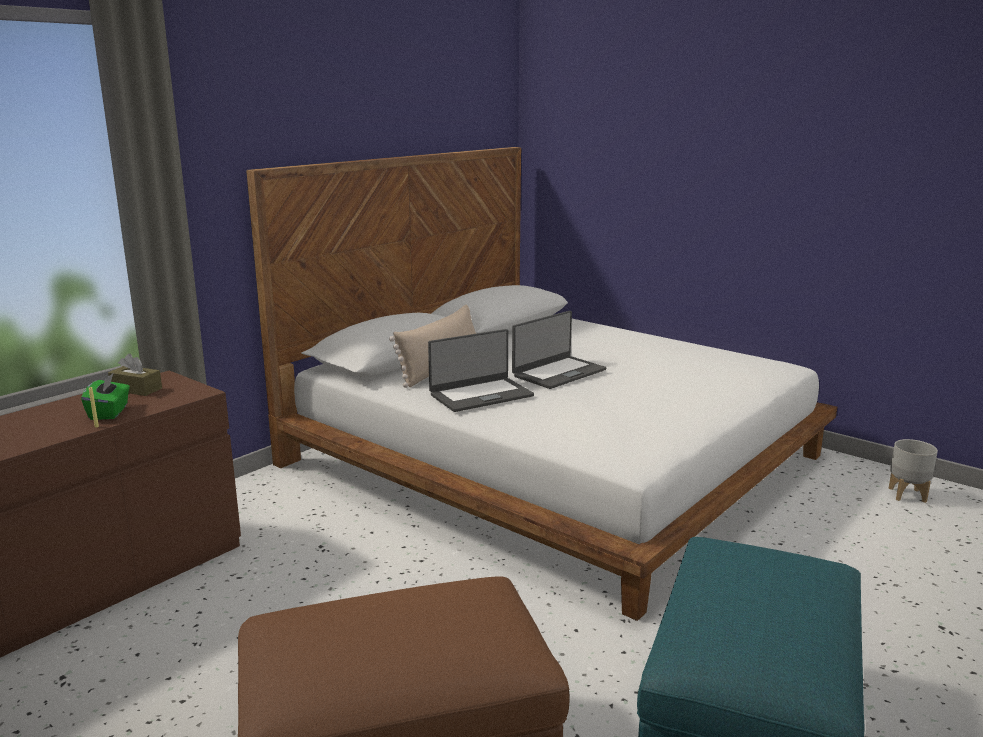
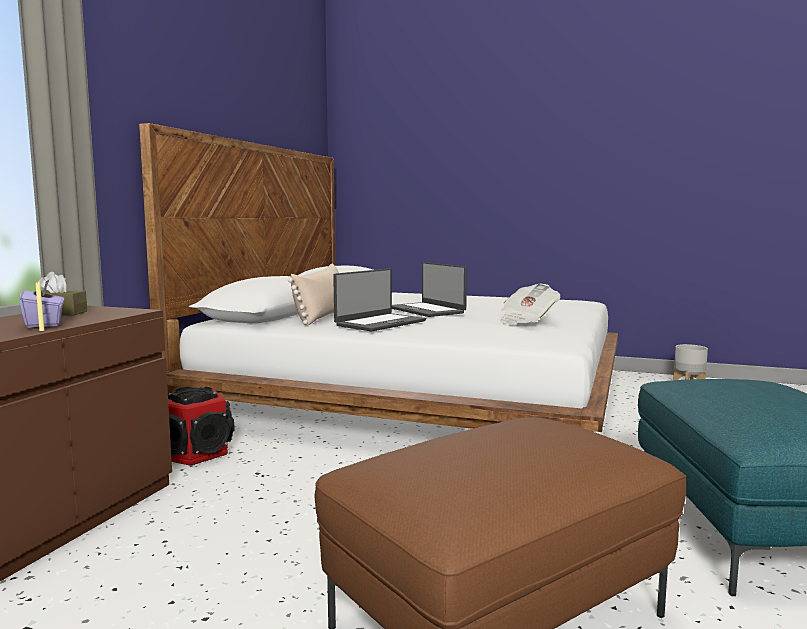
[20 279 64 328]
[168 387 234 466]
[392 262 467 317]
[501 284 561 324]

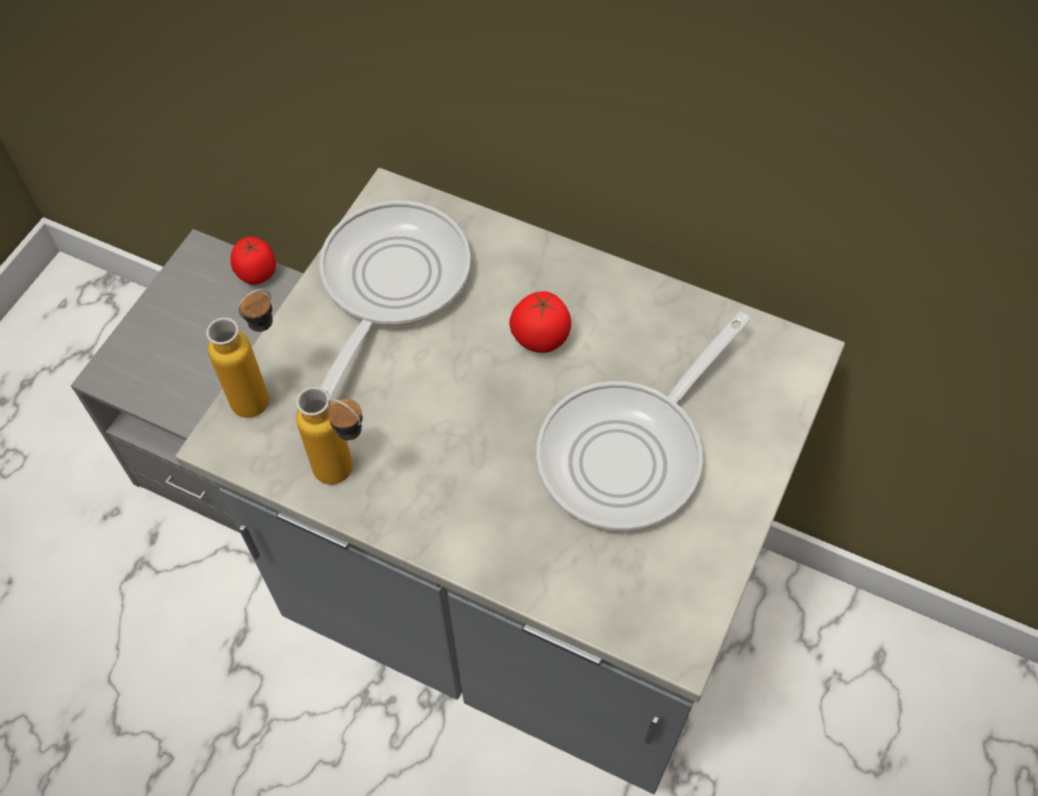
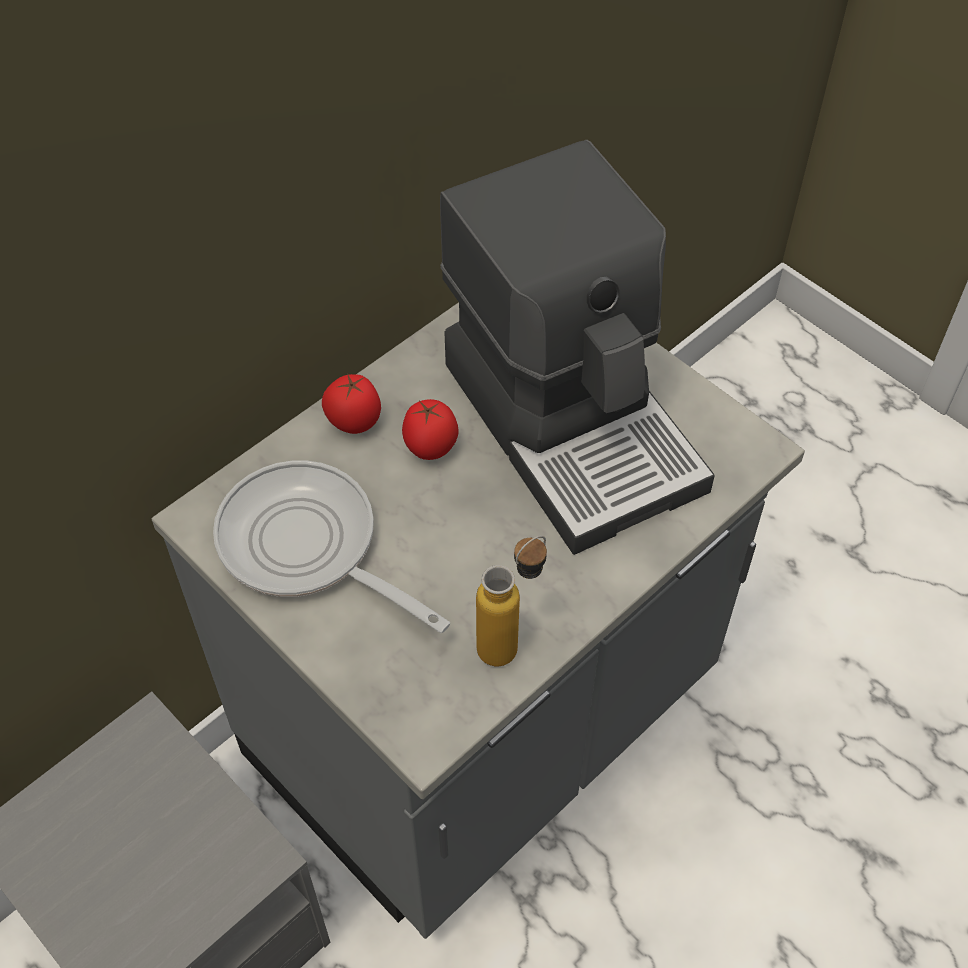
[322 373 381 434]
[440 140 715 555]
[206 289 273 418] (first image)

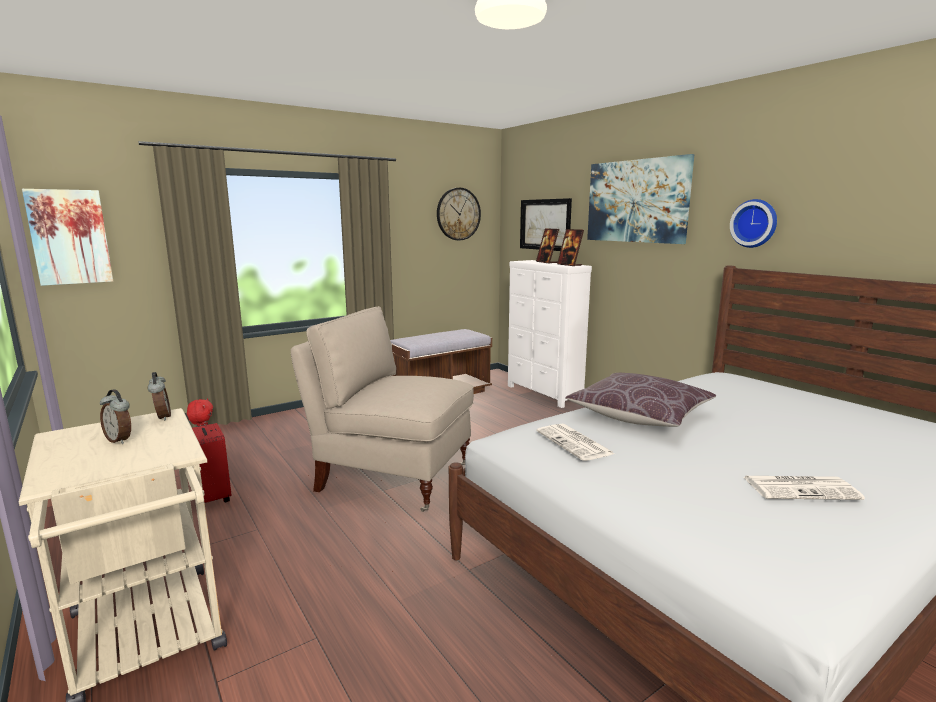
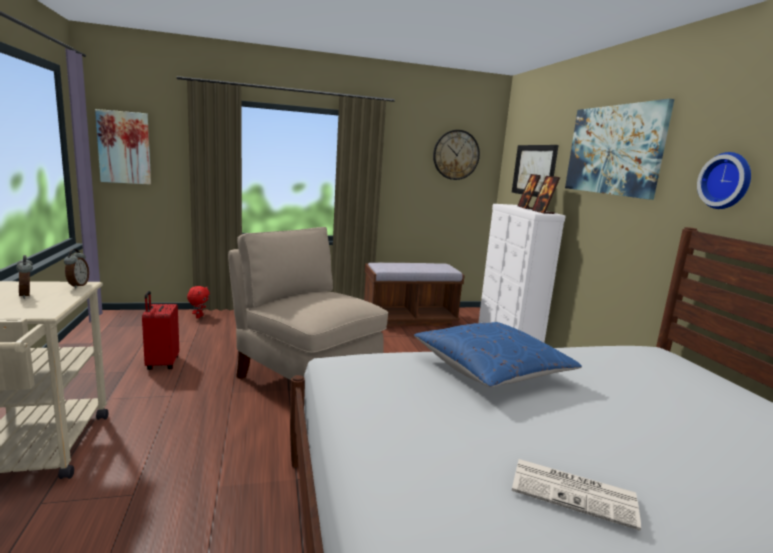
[414 322 582 387]
[537 424 614 461] (first image)

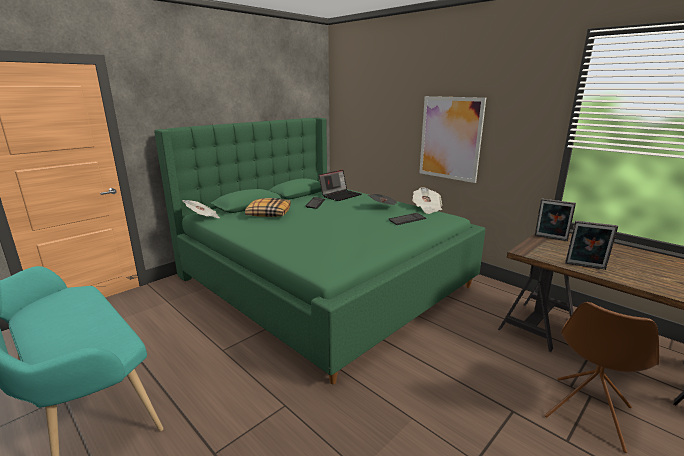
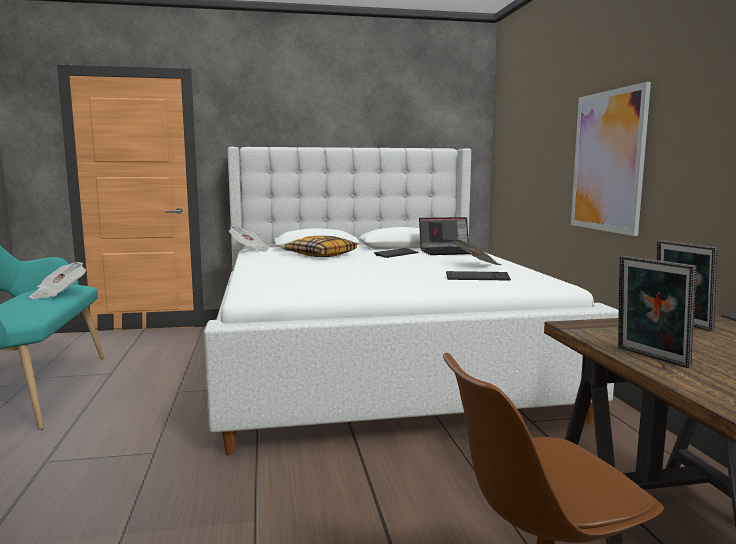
[29 262 86 299]
[204 147 619 455]

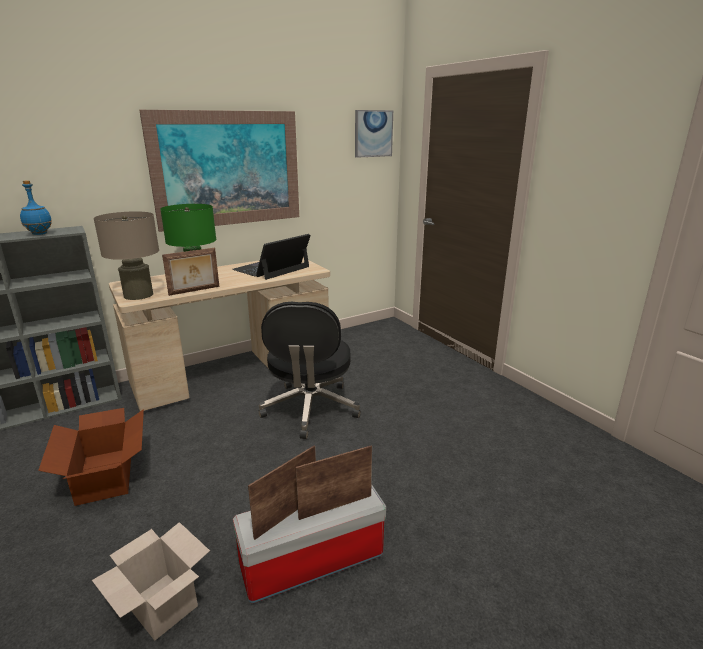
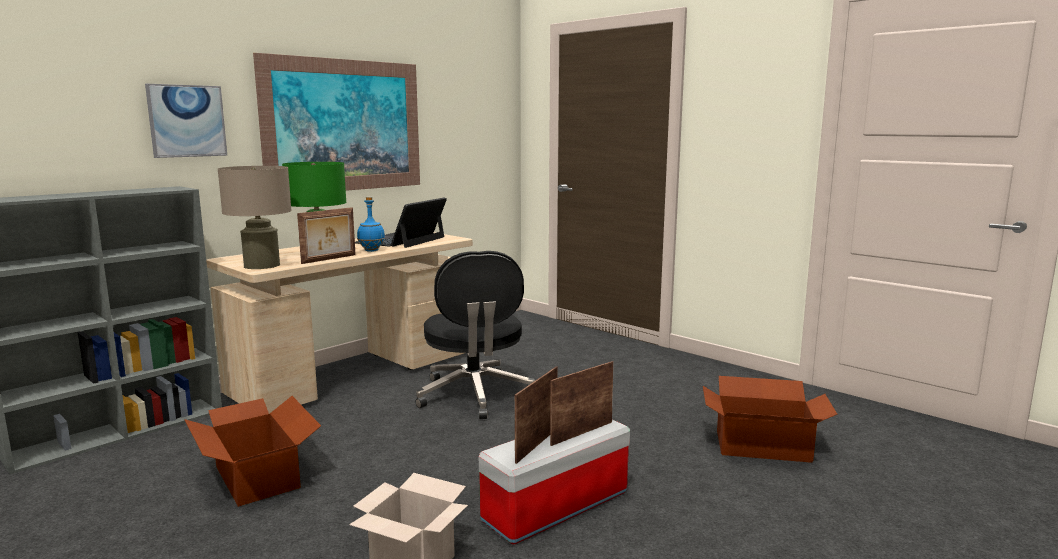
[145 84 227 158]
[357 197 385 252]
[703 376 837 463]

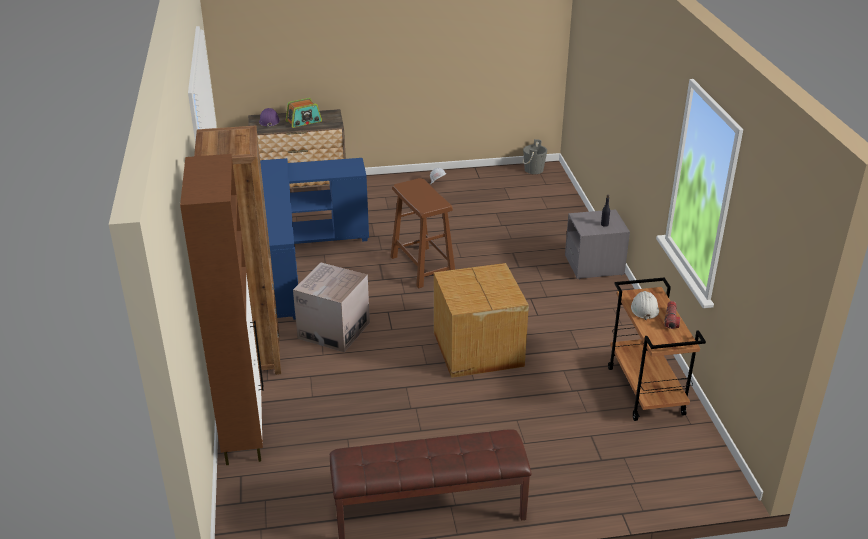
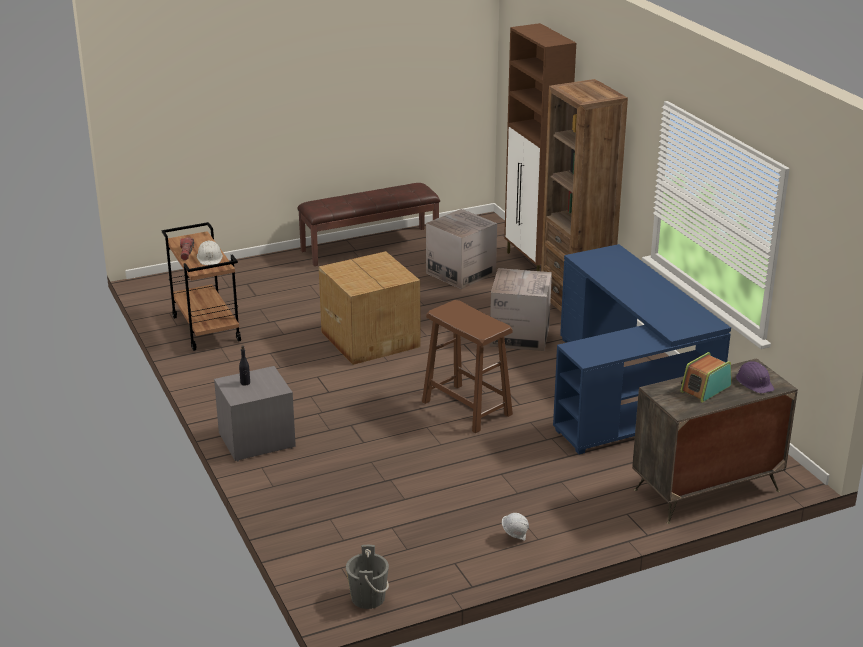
[426 209 497 289]

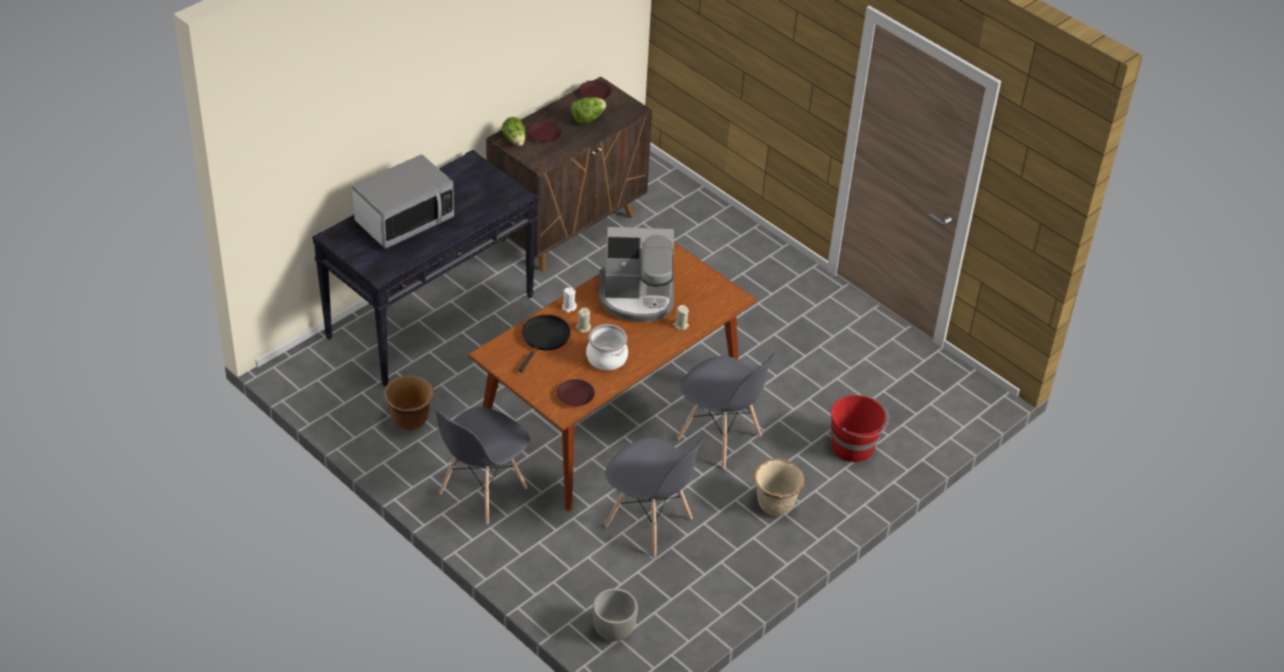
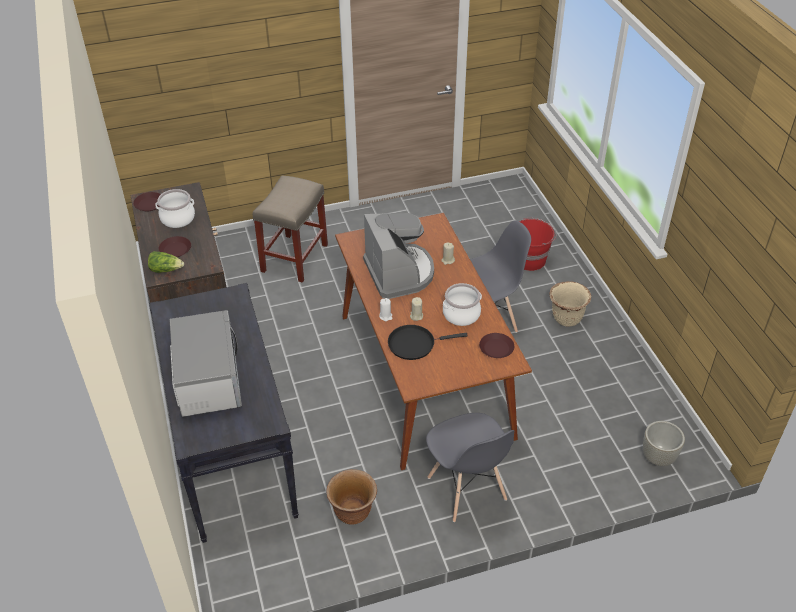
[155 189 195 228]
[253 175 328 283]
[363 213 434 299]
[388 325 468 360]
[605 437 705 557] (first image)

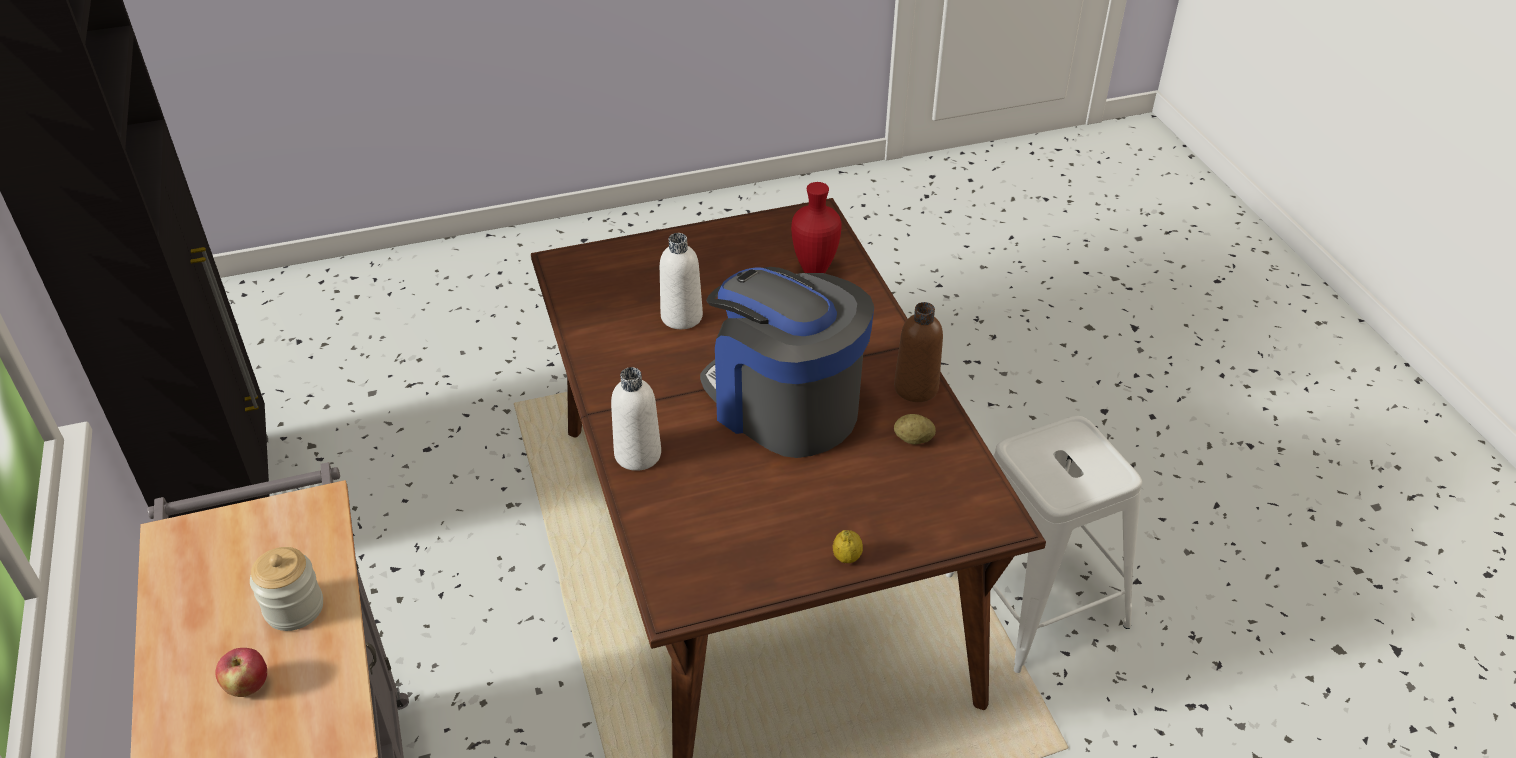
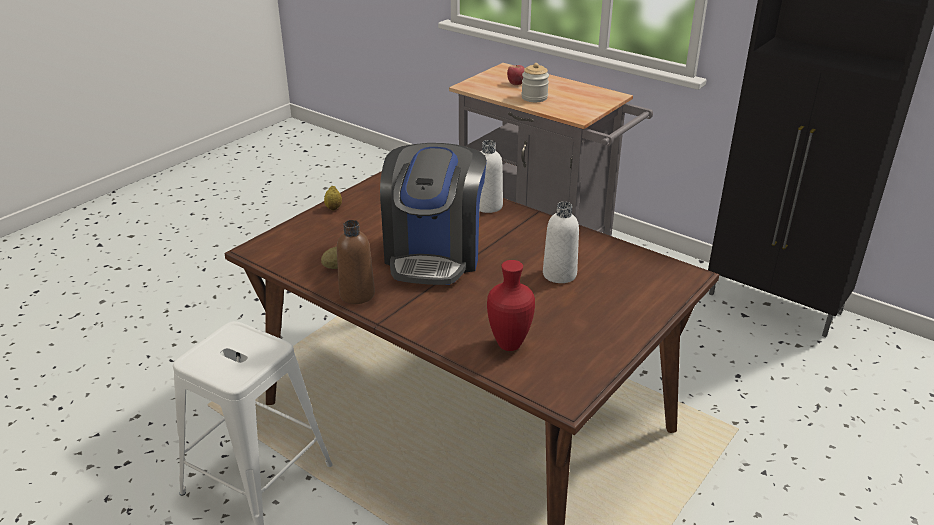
[380 143 487 285]

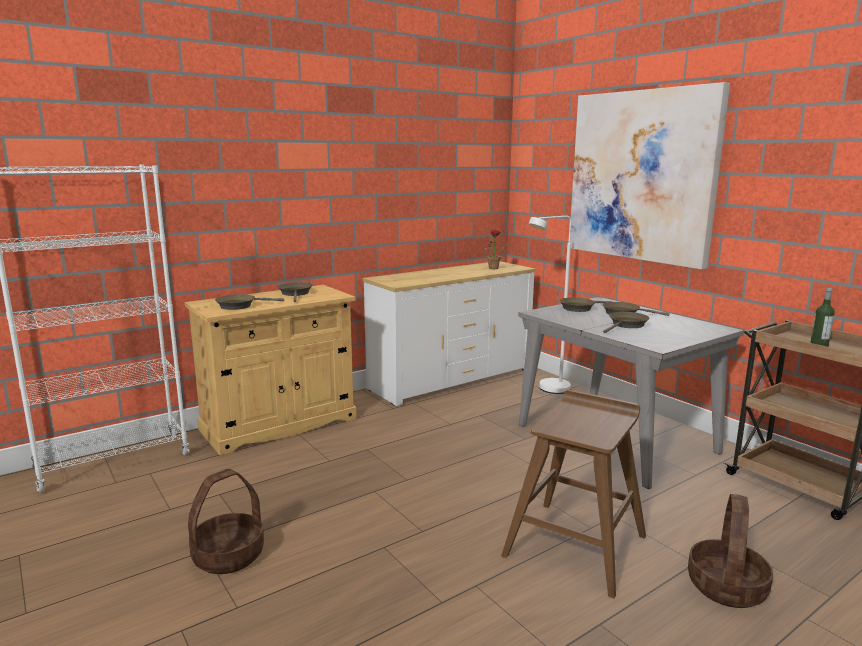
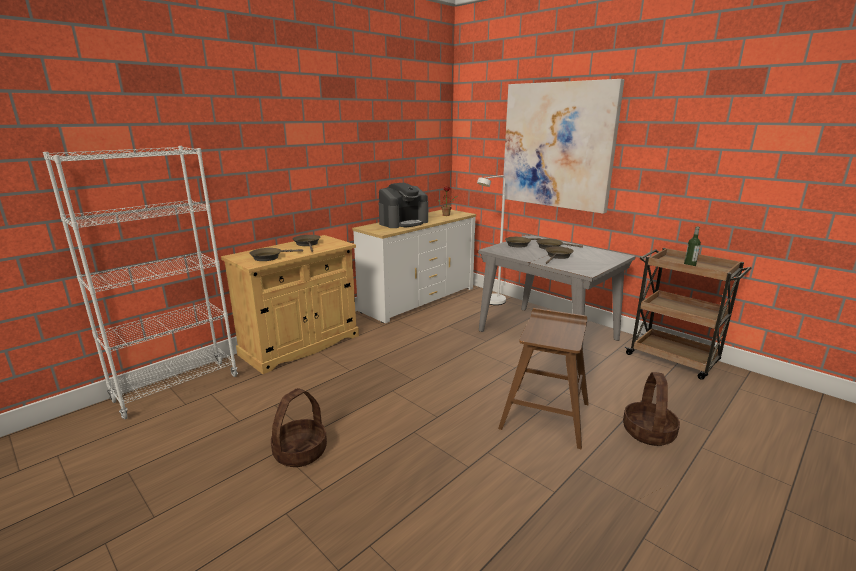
[379 183 428 228]

